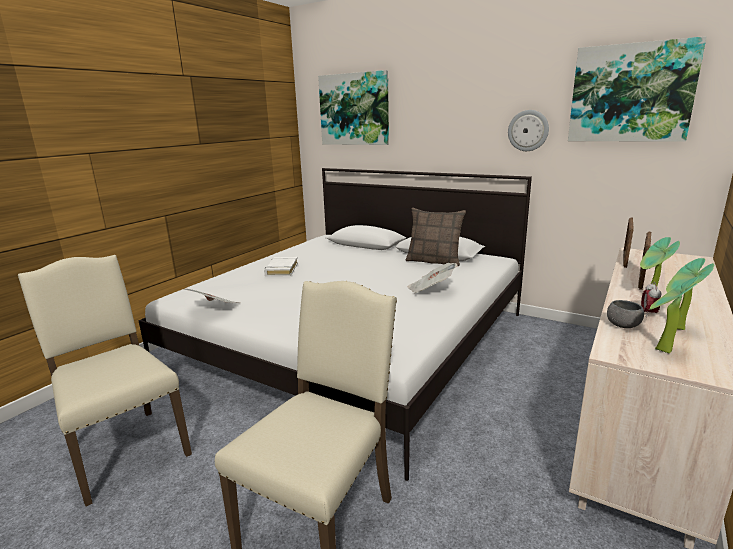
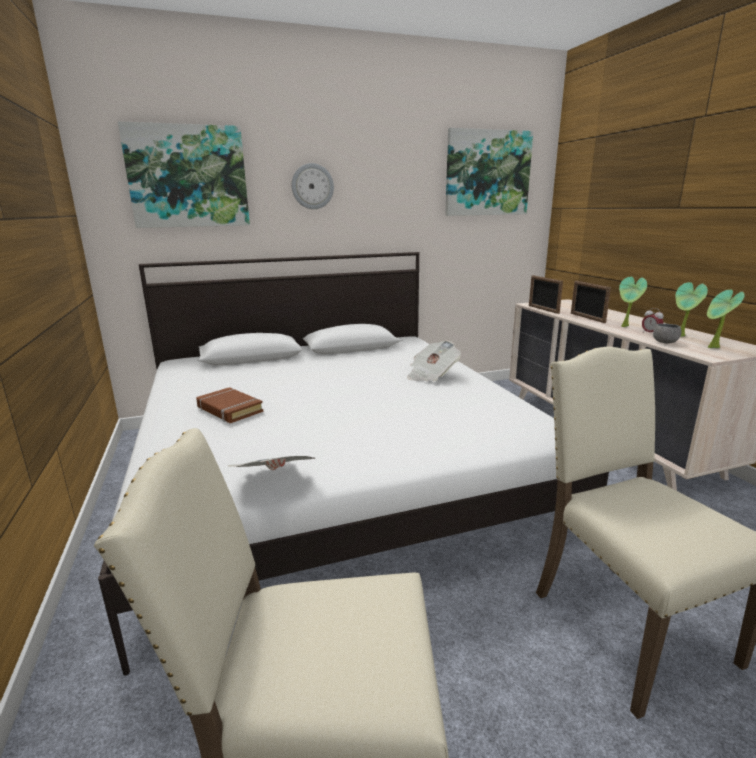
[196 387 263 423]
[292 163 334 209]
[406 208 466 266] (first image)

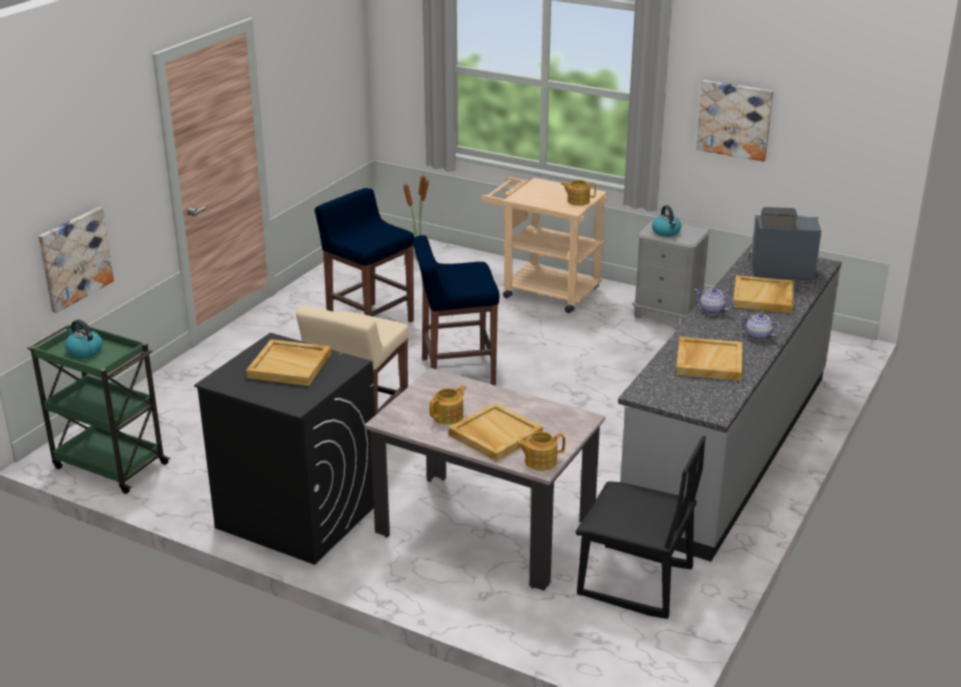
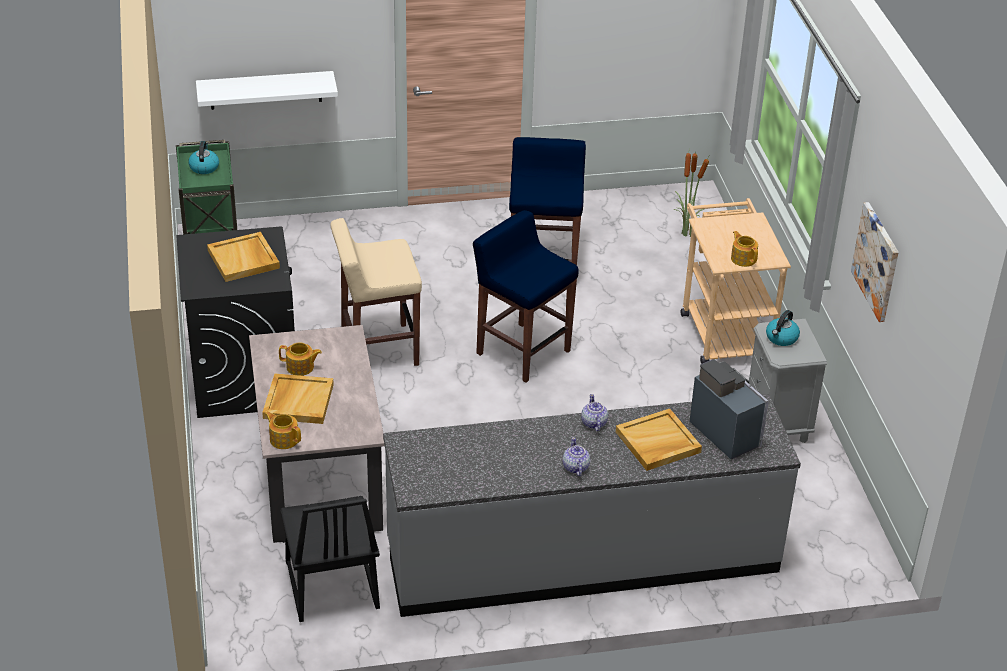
[196 71 338 110]
[676 337 742 381] (first image)

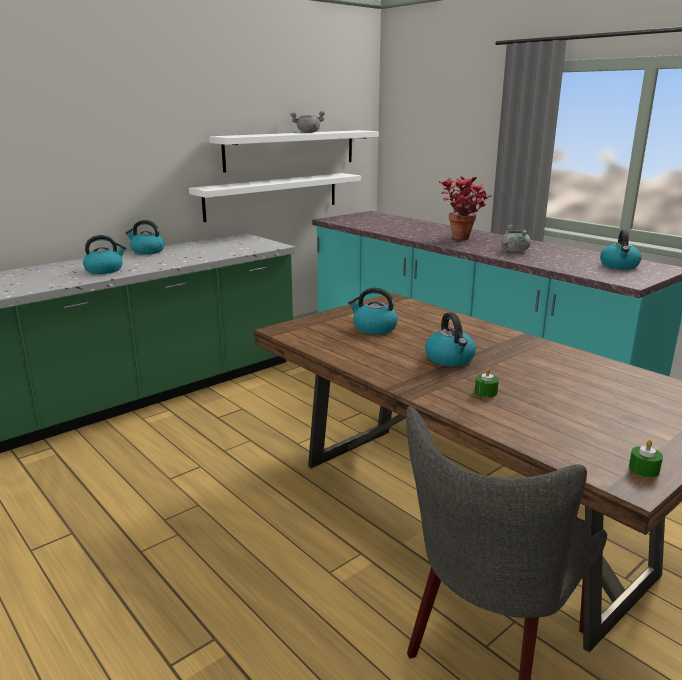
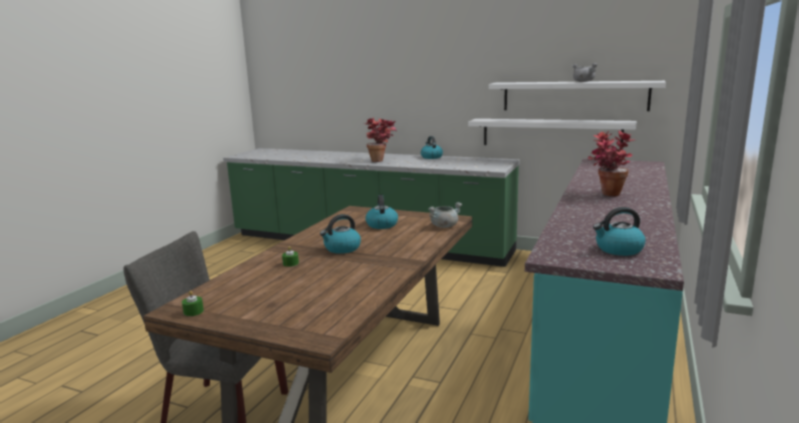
[364 118 397 162]
[428 202 462 228]

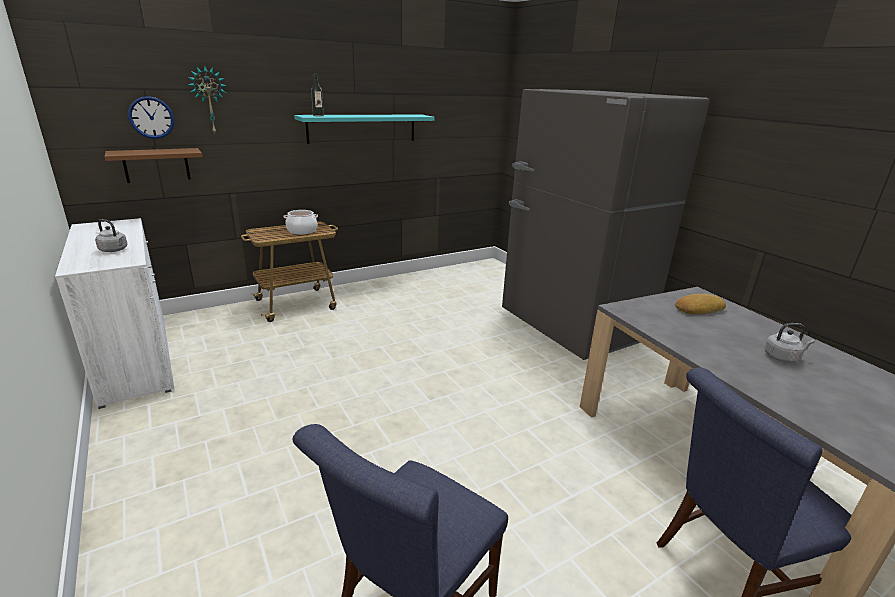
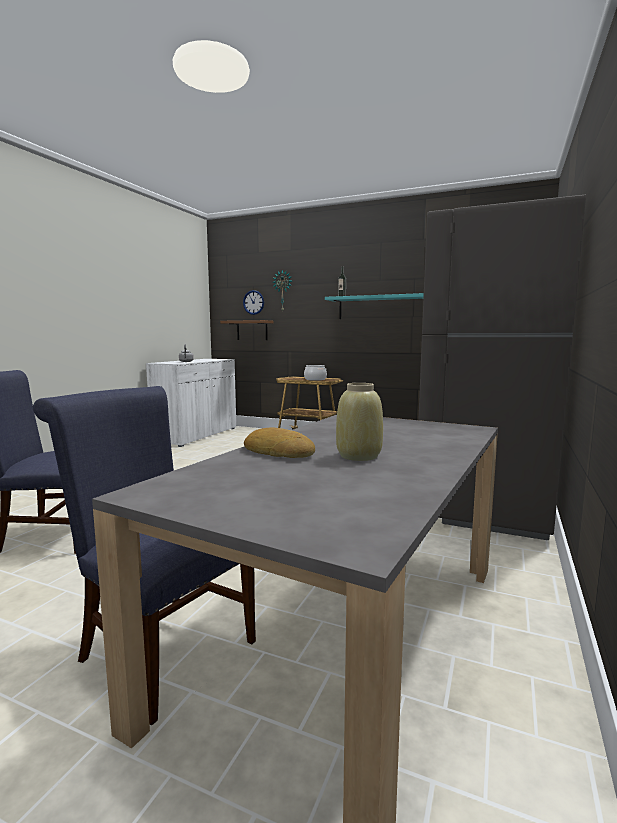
[244 428 315 458]
[336 383 383 461]

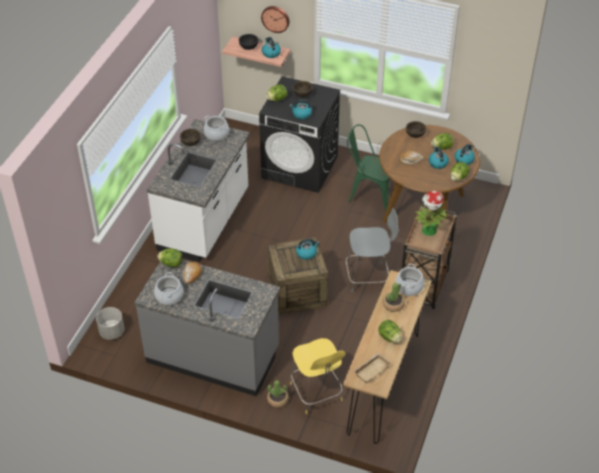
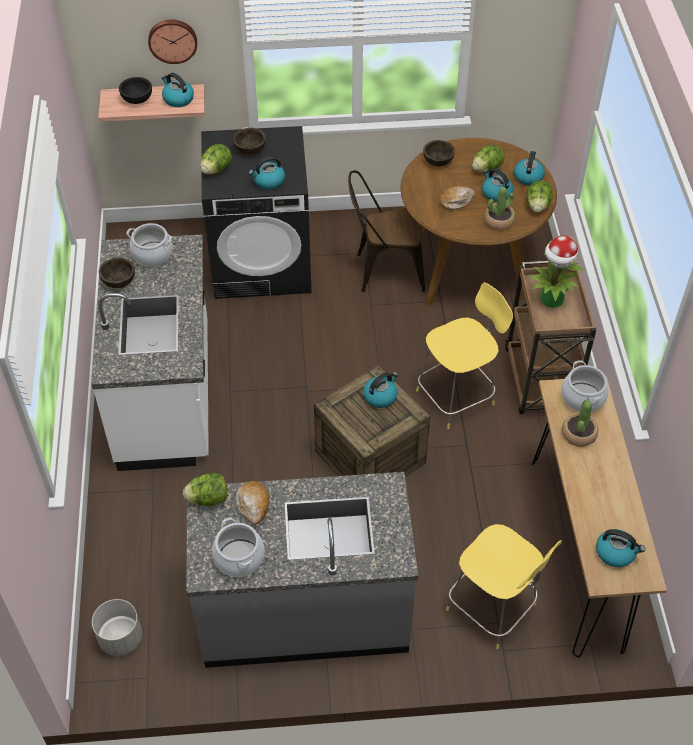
[348 170 425 292]
[416 282 513 429]
[484 187 515 230]
[596 529 645 567]
[379 320 402 343] (first image)

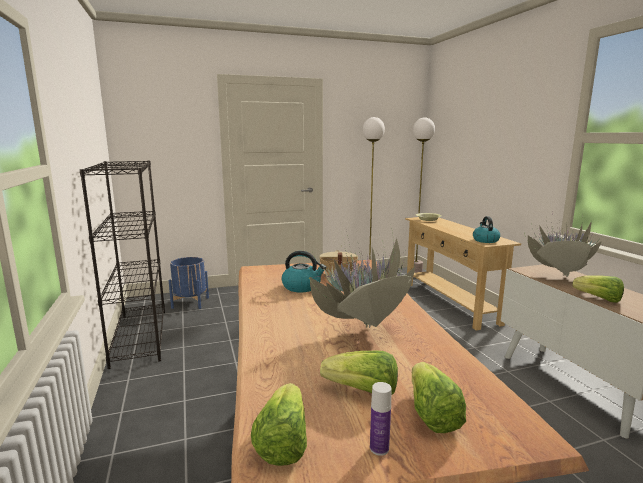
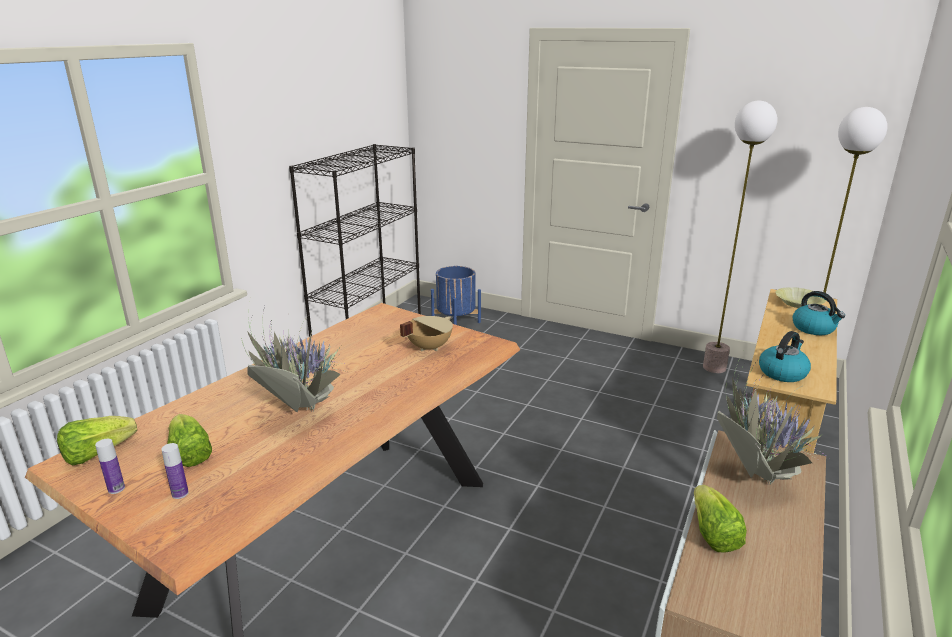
[161 443 189 499]
[792 291 845 335]

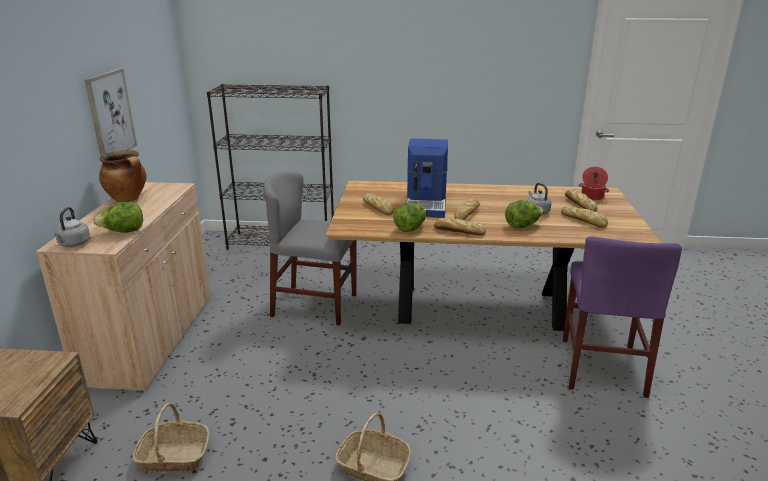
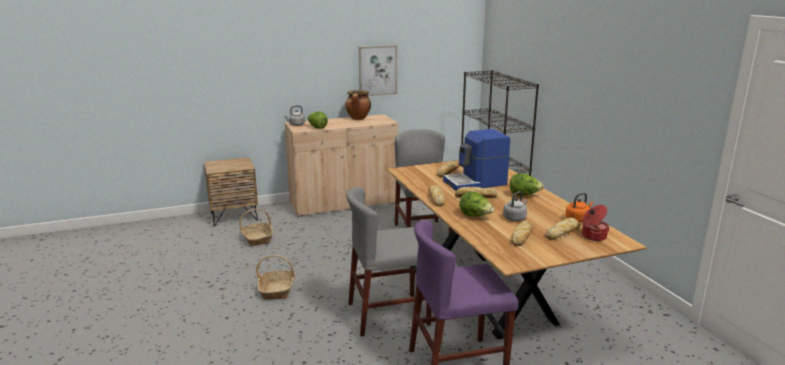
[346 187 432 336]
[510 173 544 196]
[565 193 593 222]

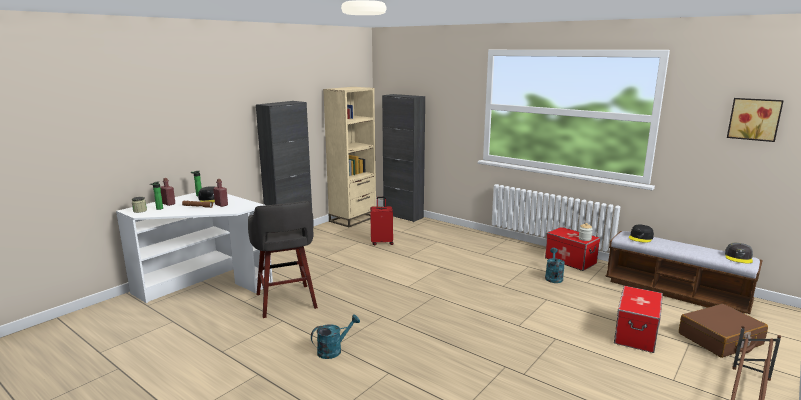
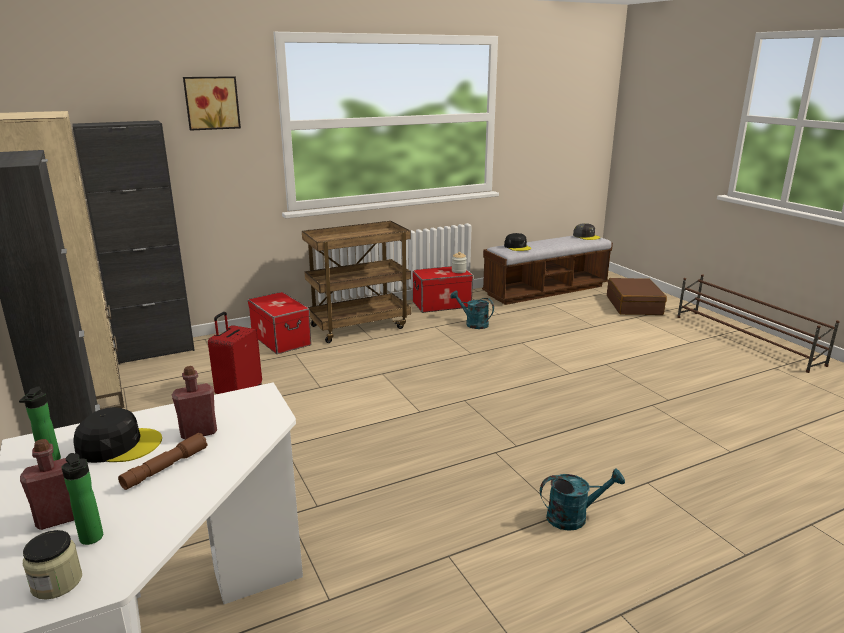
[183 76 241 131]
[248 292 311 354]
[302 221 411 343]
[540 469 625 531]
[248 201 318 318] (first image)

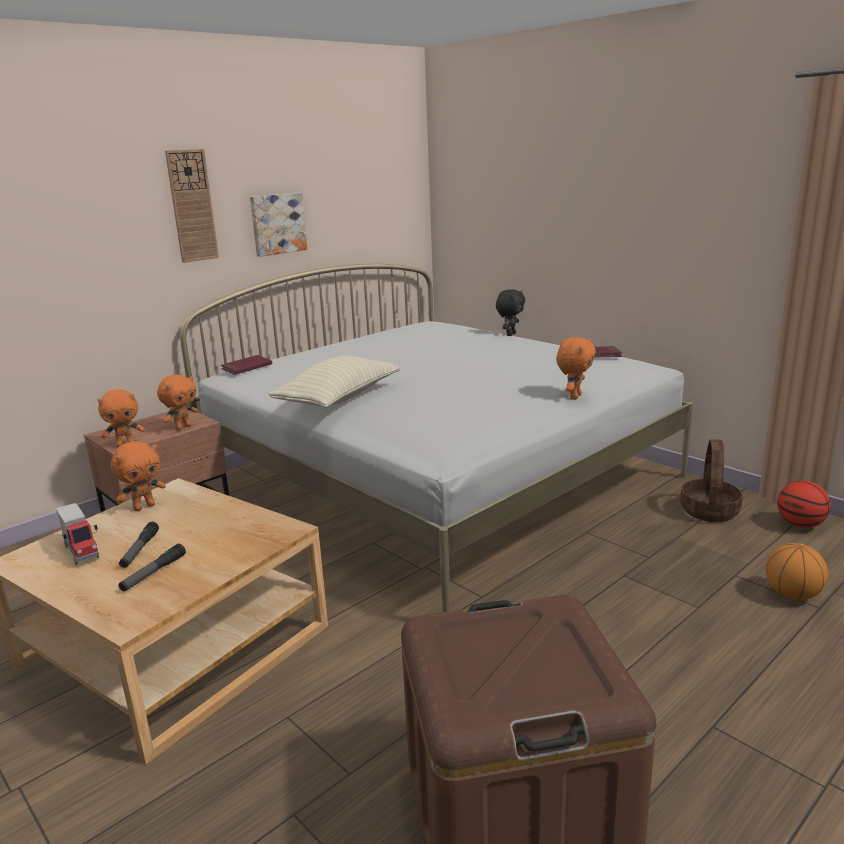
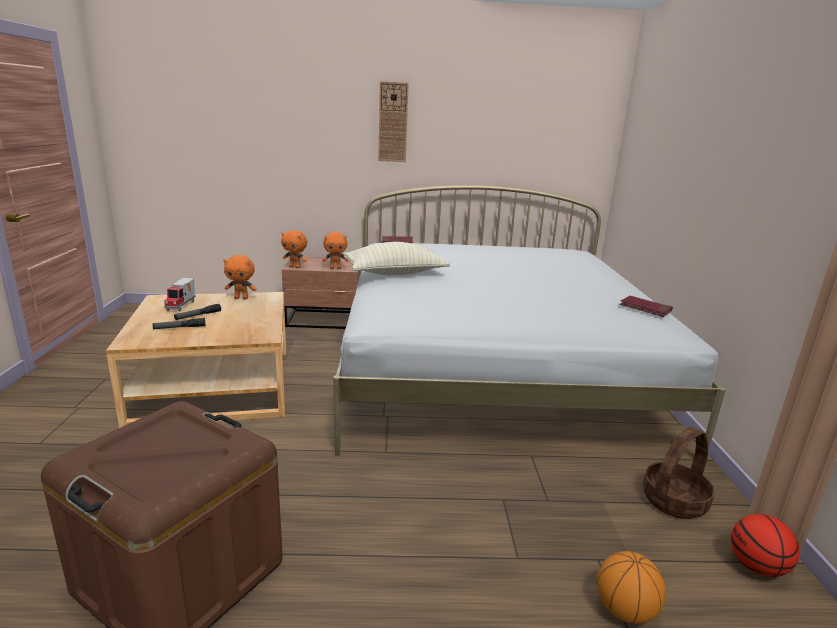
[250 193 307 257] (first image)
[496 289 525 336] (first image)
[556 337 596 400] (first image)

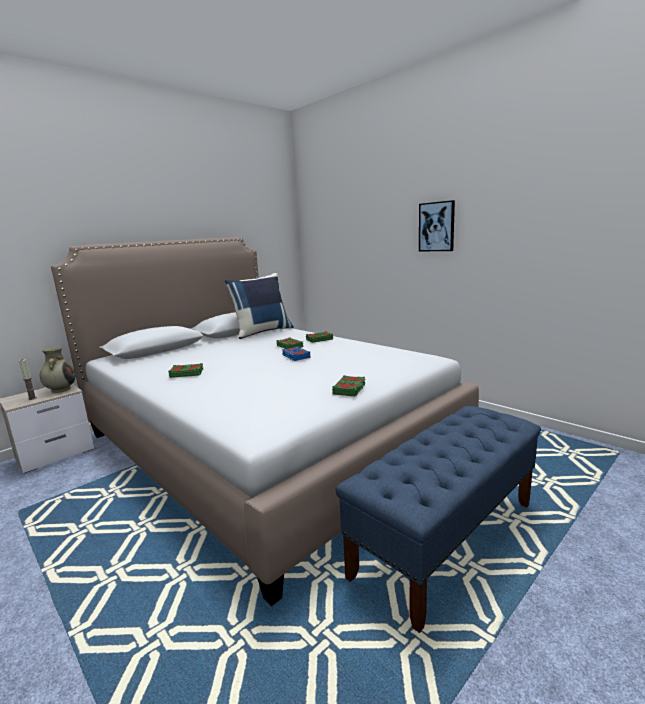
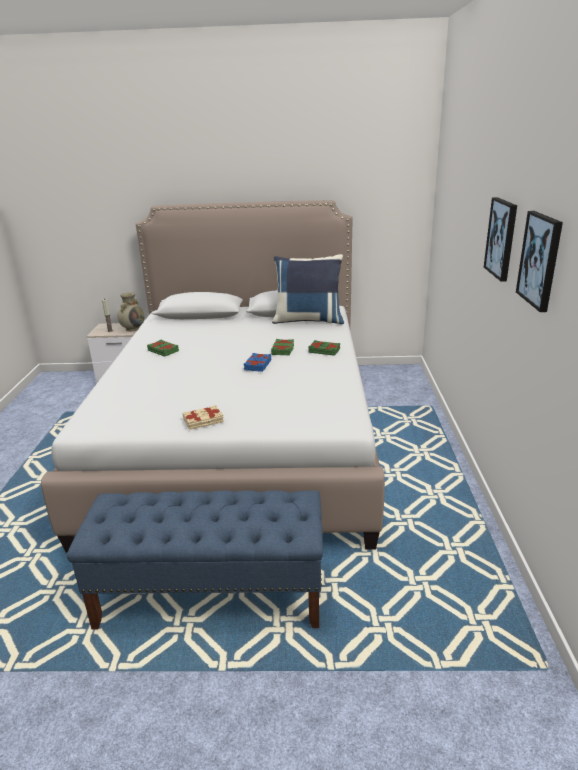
[183 405 224 430]
[516 211 563 312]

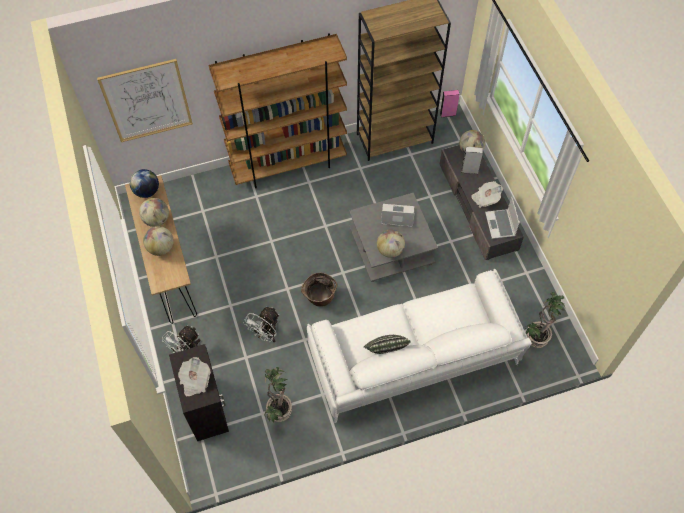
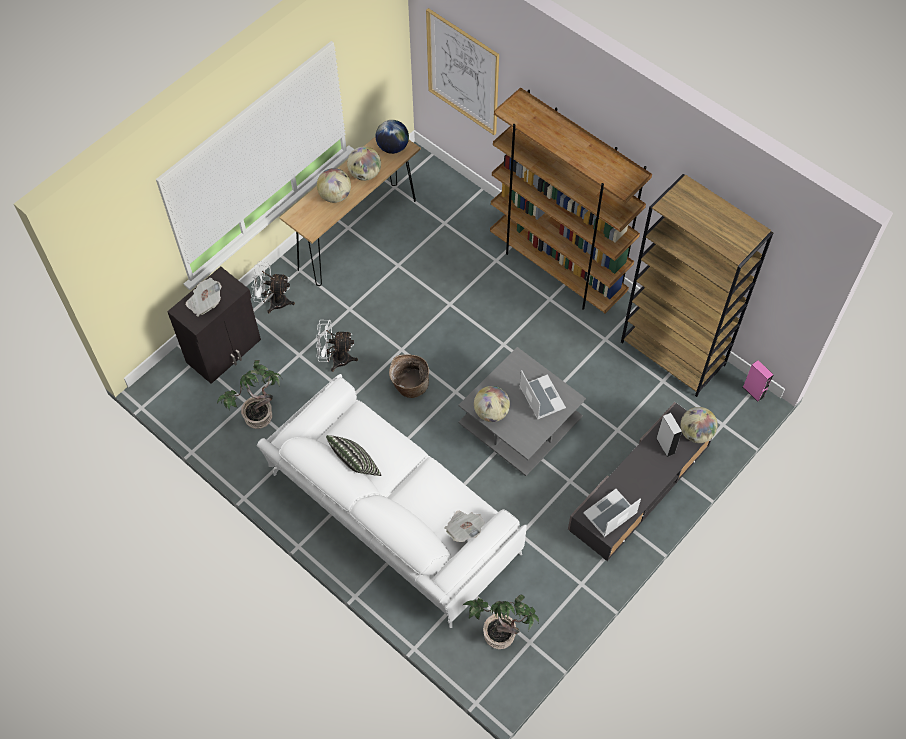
[444 511 485 542]

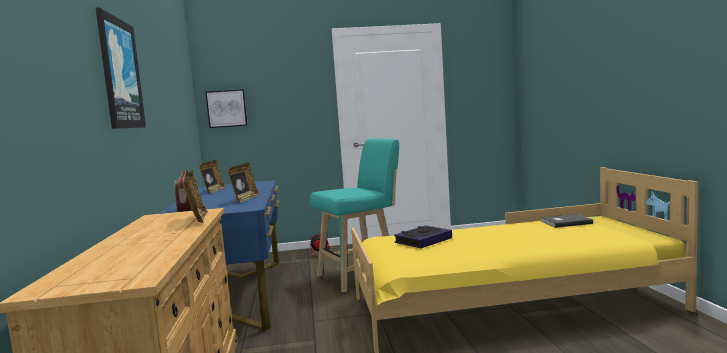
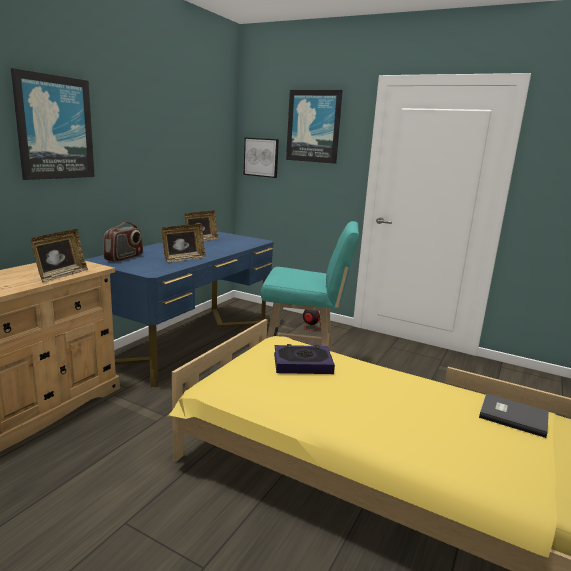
[286 90 343 164]

